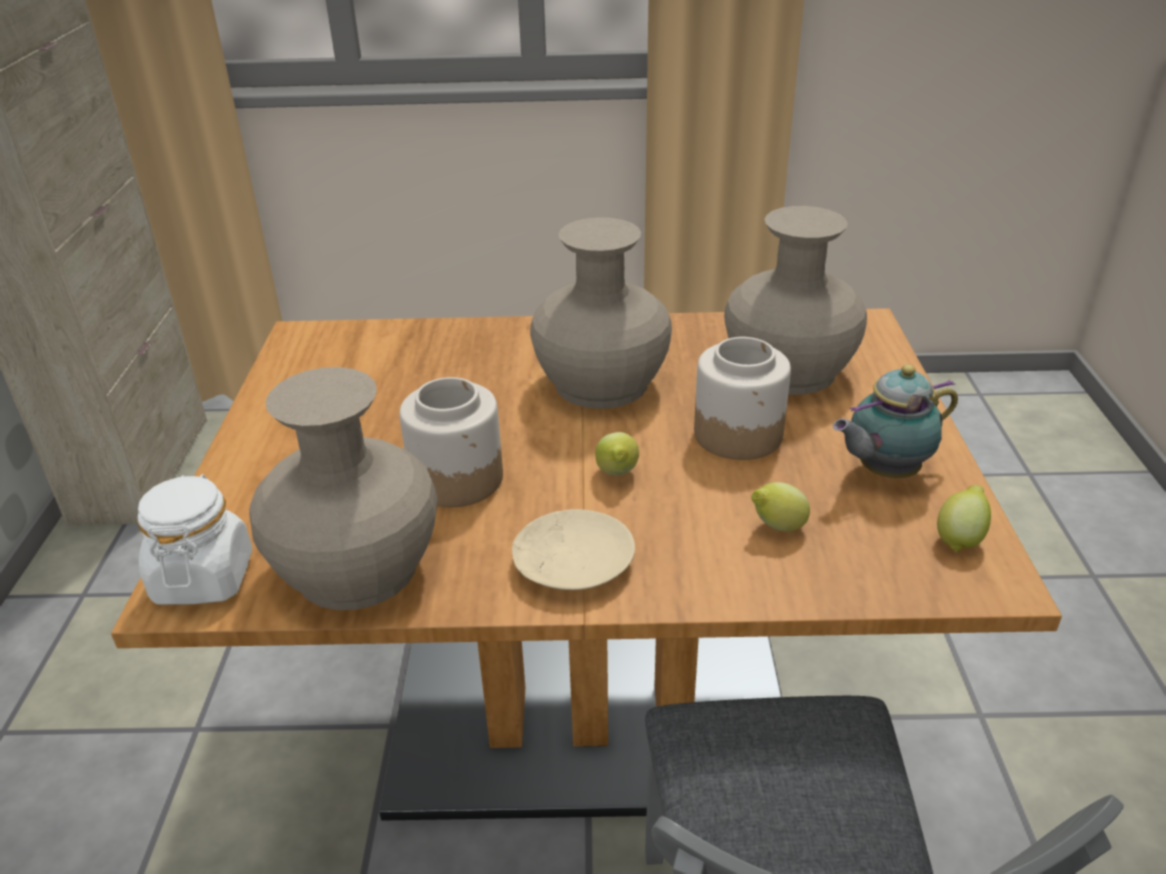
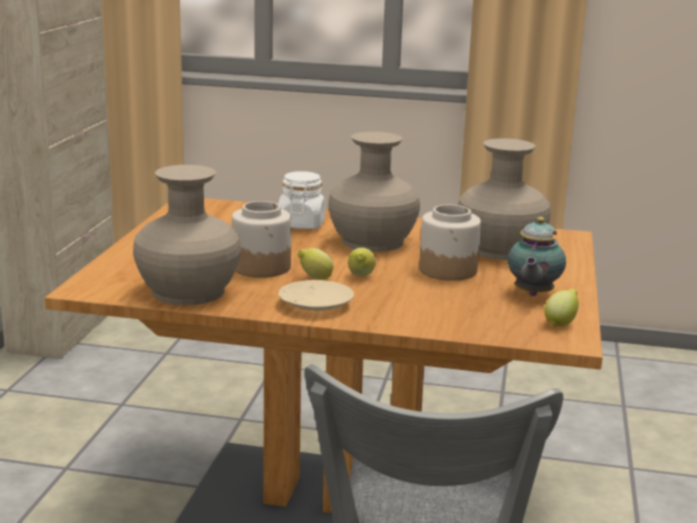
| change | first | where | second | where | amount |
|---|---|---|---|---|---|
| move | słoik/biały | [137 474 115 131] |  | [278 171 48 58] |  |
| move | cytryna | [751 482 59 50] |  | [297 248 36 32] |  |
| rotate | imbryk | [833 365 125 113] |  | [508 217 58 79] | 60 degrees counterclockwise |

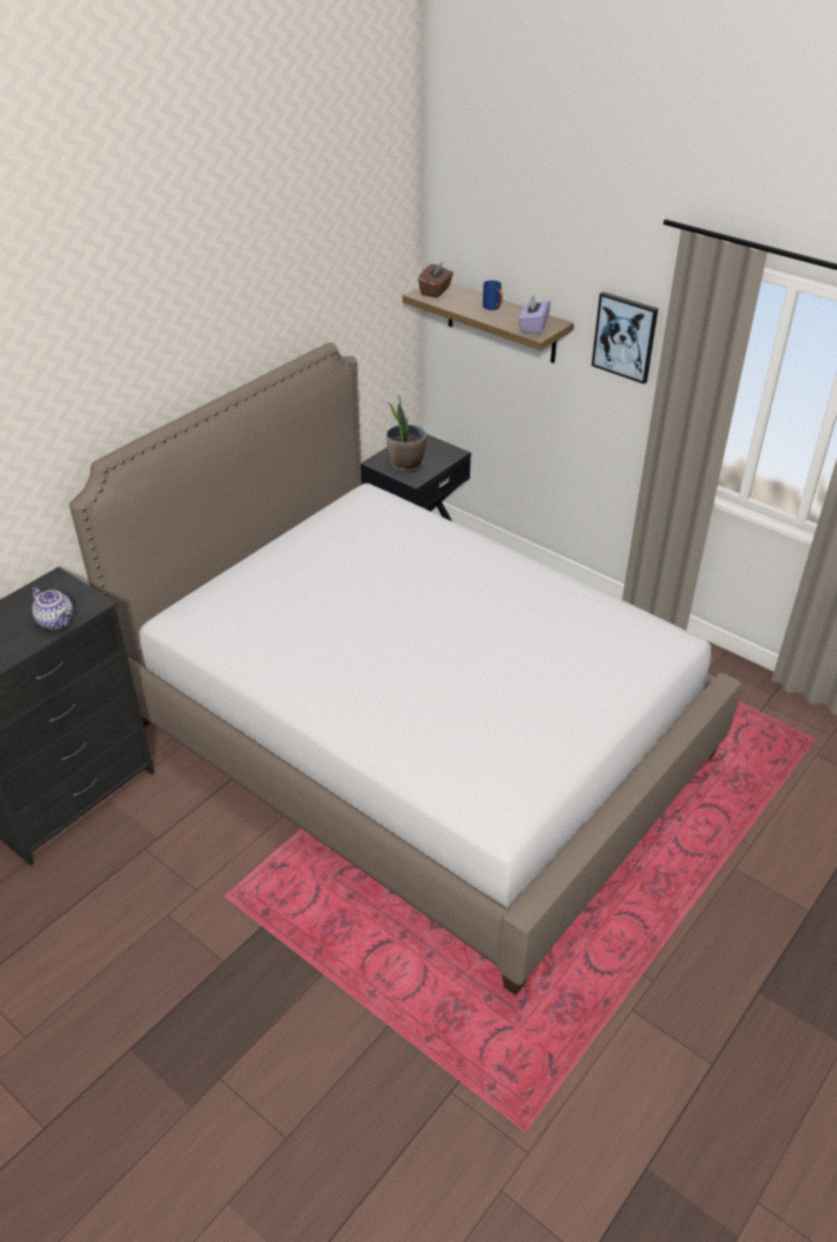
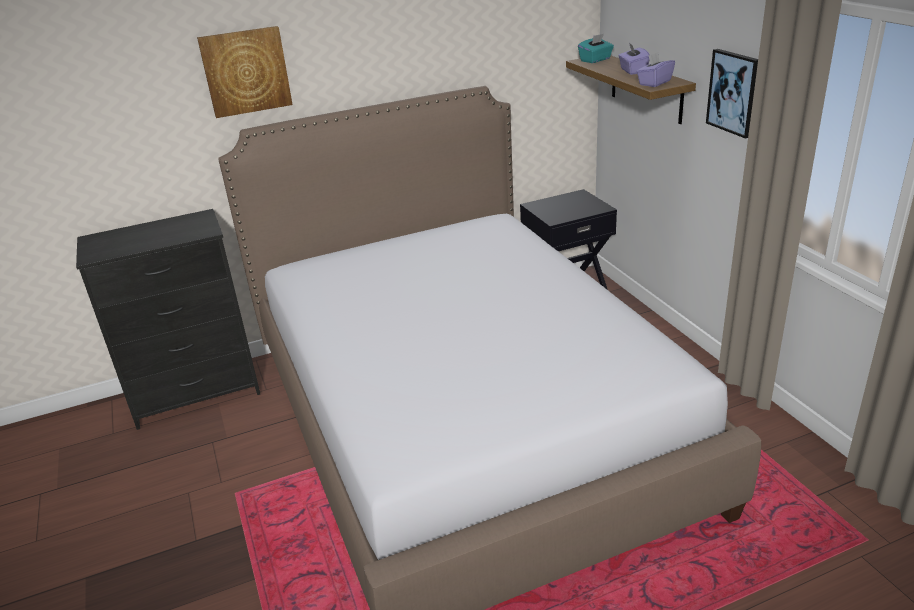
| change | first | where | second | where | amount |
|---|---|---|---|---|---|
| delete | imbryk | [32 587 41 42] |  |  |  |
| delete | roślina doniczkowa | [386 394 41 78] |  |  |  |
| insert |  |  | obraz | [197 26 96 92] |  |
| replace | kubek/niebieski | [483 280 20 30] | pudełko chusteczek/fioletowy | [618 43 32 32] |  |
| recolor | pudełko chusteczek/brązowy | [418 262 35 36] | pudełko chusteczek/turkusowy | [578 34 36 29] |  |

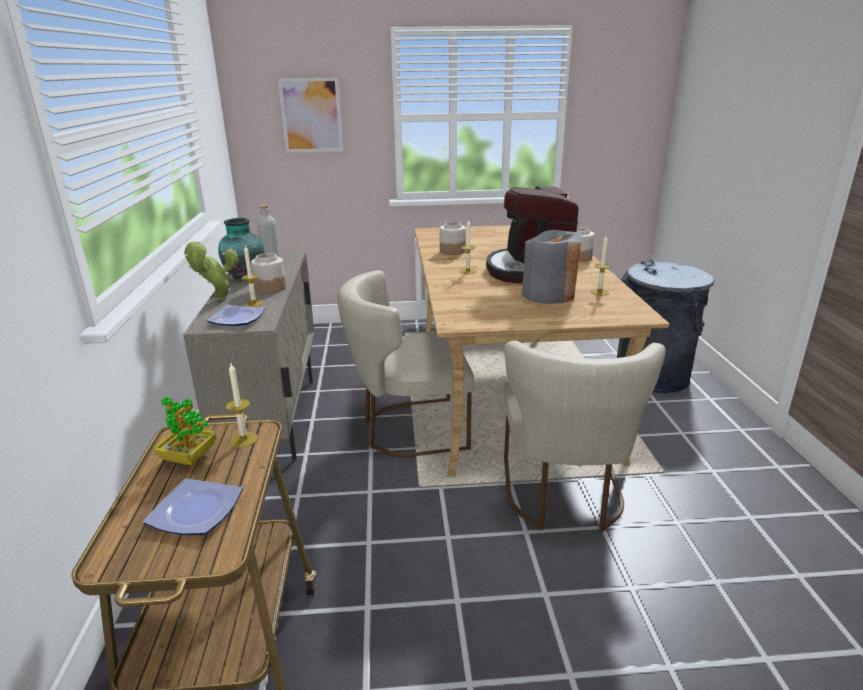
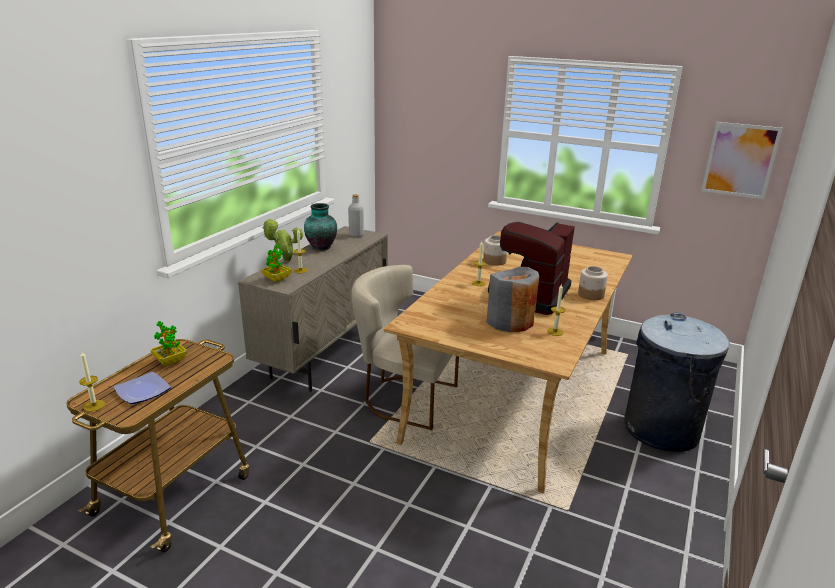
| change | first | where | second | where | amount |
|---|---|---|---|---|---|
| delete | słoik | [251 253 35 40] |  |  |  |
| delete | krzesło/beżowy | [504 341 162 191] |  |  |  |
| move | świeca | [226 363 32 85] |  | [79 351 26 61] |  |
| move | obraz | [278 78 65 75] |  | [701 122 82 77] |  |
| replace | talerz | [207 305 59 21] | roślina doniczkowa | [262 244 30 38] |  |

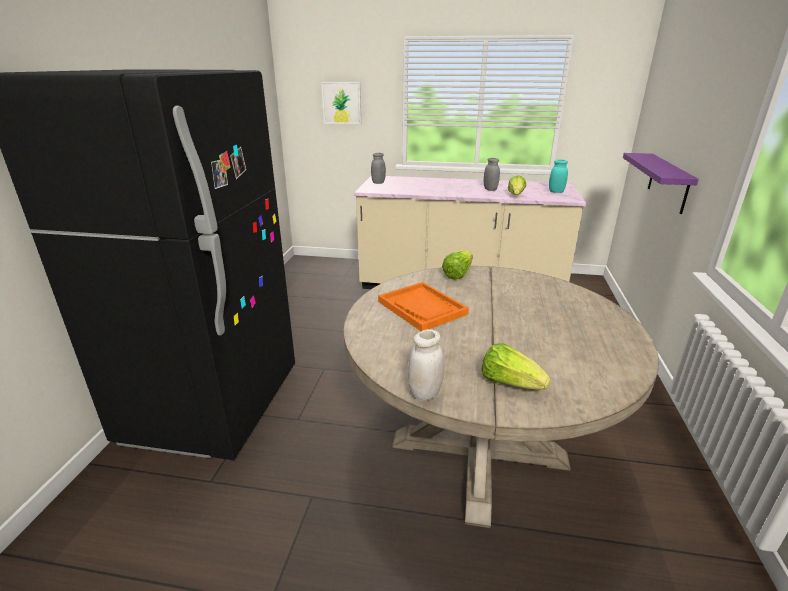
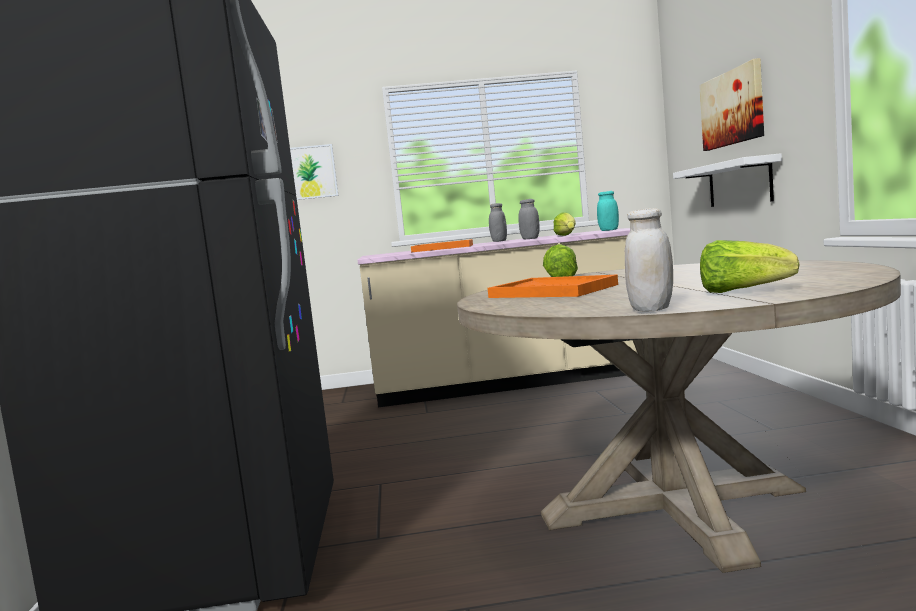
| change | first | where | second | where | amount |
|---|---|---|---|---|---|
| insert |  |  | taca/pomarańczowy | [411 239 62 13] |  |
| insert |  |  | obraz | [699 58 65 93] |  |
| move | słoik/szary | [371 153 15 31] |  | [489 203 18 39] |  |
| recolor | półka/fioletowy | [623 153 76 61] | półka/biały | [673 153 109 54] |  |

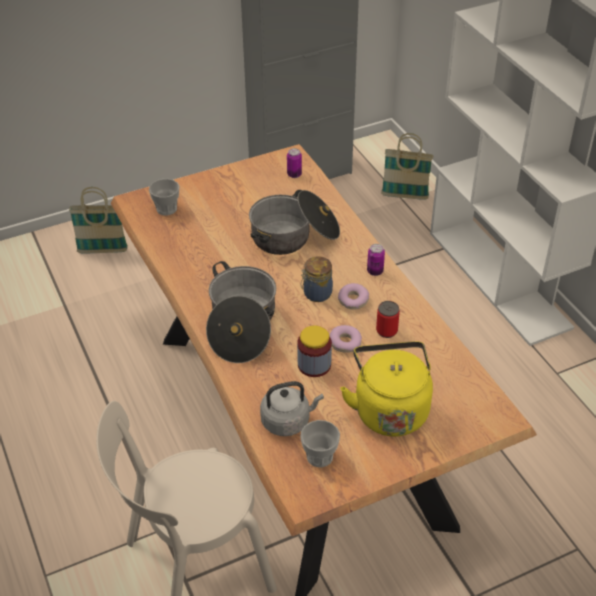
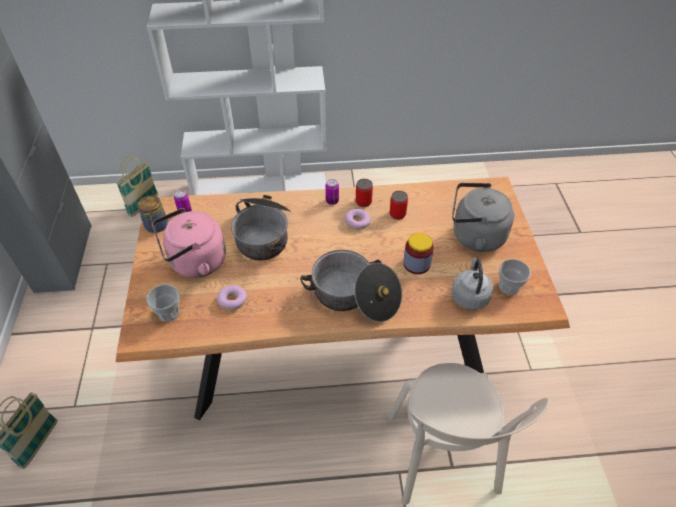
| change | first | where | second | where | amount |
|---|---|---|---|---|---|
| insert |  |  | czajnik/różowy | [152 208 74 70] |  |
| insert |  |  | puszka | [356 179 17 28] |  |
| move | słoik | [301 256 32 46] |  | [138 195 30 38] |  |
| move | donut | [330 325 32 28] |  | [217 285 30 25] |  |
| recolor | czajnik/żółty | [340 341 93 96] | czajnik/szary | [452 183 62 69] |  |

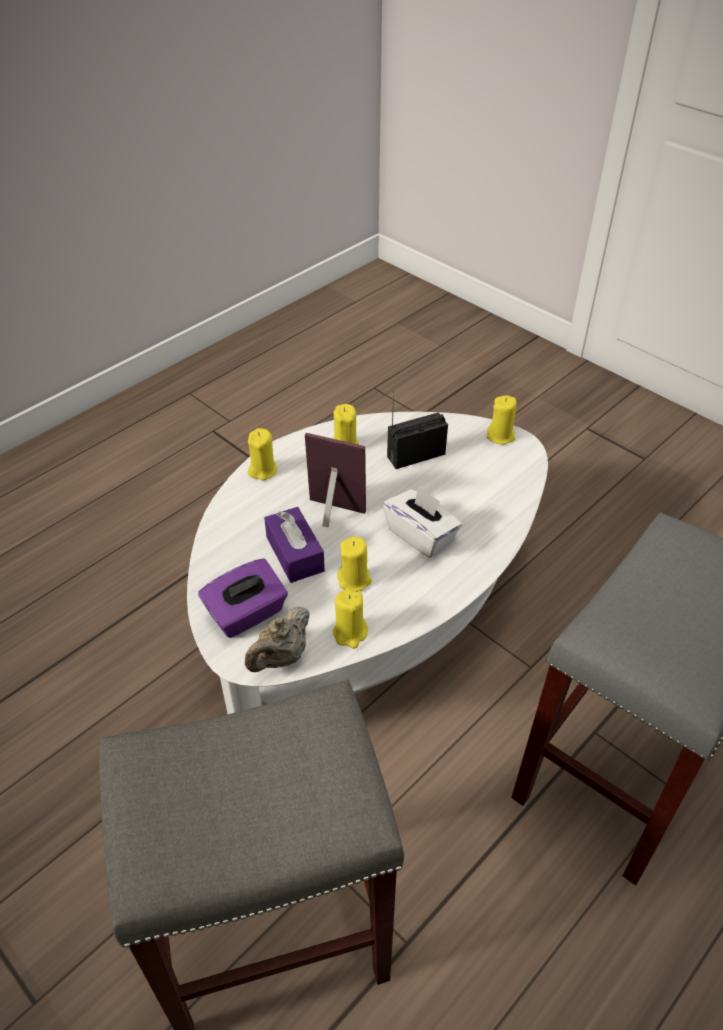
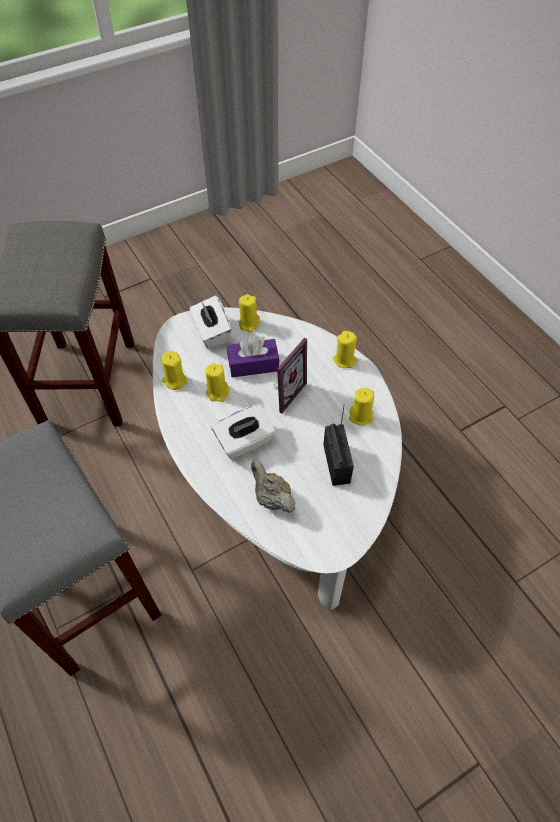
| change | first | where | second | where | amount |
|---|---|---|---|---|---|
| move | imbryk/beżowy | [245 606 65 66] |  | [251 459 44 54] |  |
| move | świeca/żółty | [487 395 30 49] |  | [238 294 22 39] |  |
| recolor | pudełko chusteczek/fioletowy | [198 558 90 80] | pudełko chusteczek/biały | [190 296 42 53] |  |

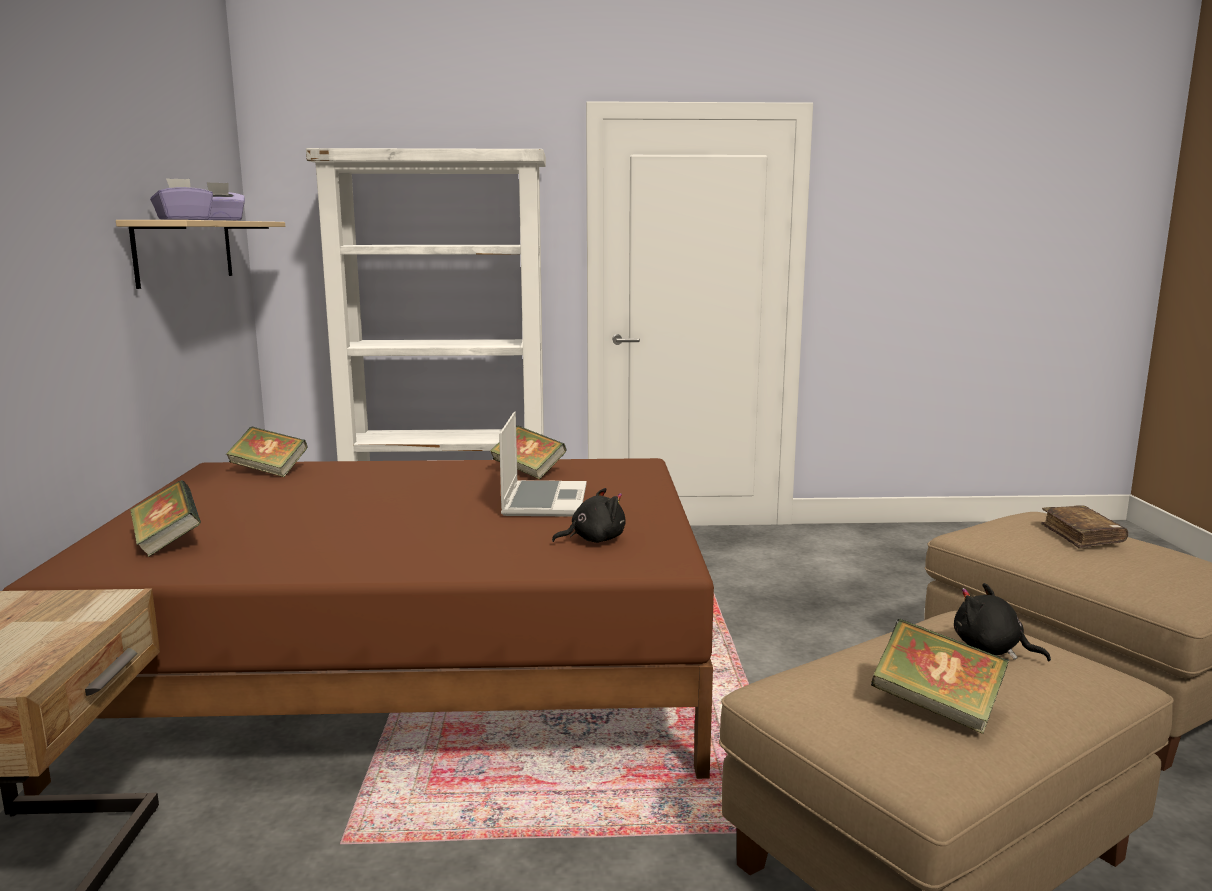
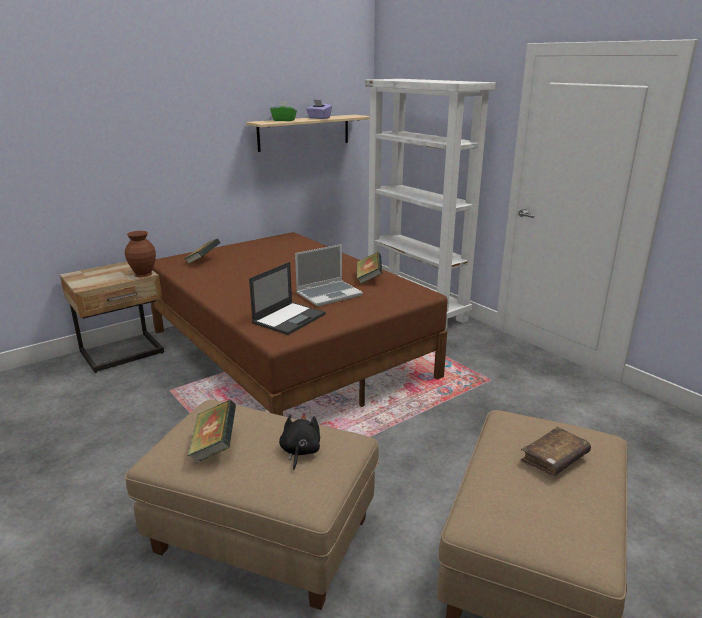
| change | first | where | second | where | amount |
|---|---|---|---|---|---|
| delete | książka | [226 427 82 50] |  |  |  |
| insert |  |  | wazon/brązowy | [125 231 31 46] |  |
| replace | pluszak/czarny | [552 488 73 55] | laptop | [249 262 77 73] |  |
| recolor | pudełko chusteczek/fioletowy | [150 178 63 42] | pudełko chusteczek/zielony | [270 101 27 20] |  |

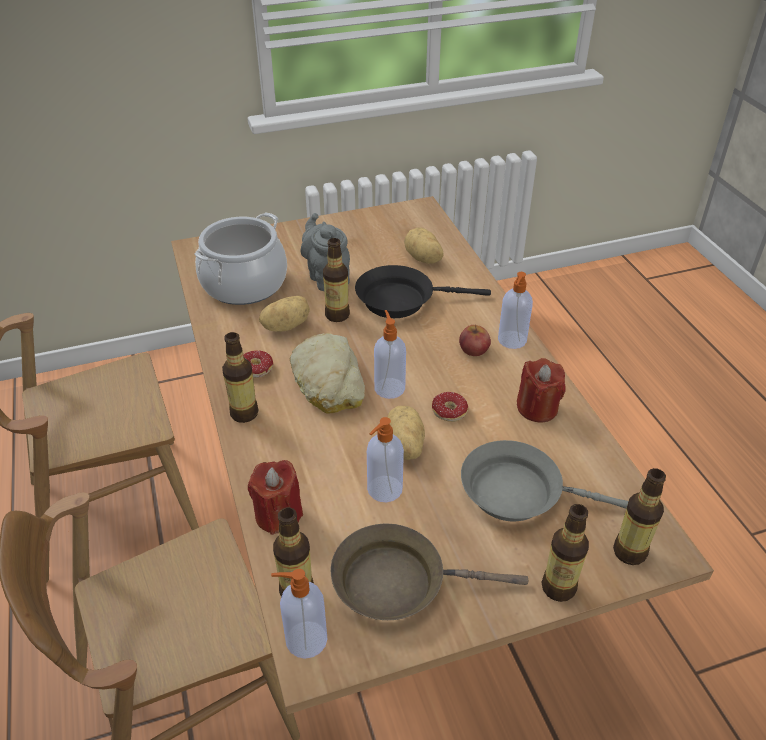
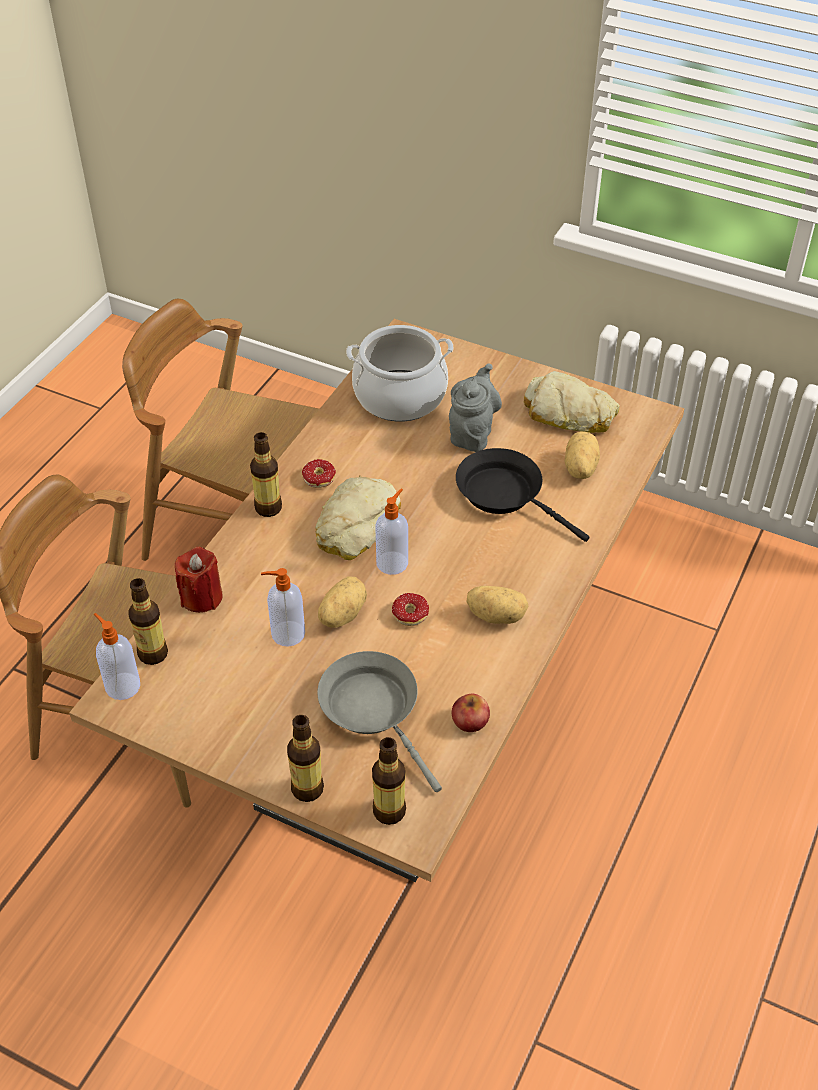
| change | first | where | second | where | amount |
|---|---|---|---|---|---|
| delete | butelka | [323 238 27 84] |  |  |  |
| delete | patelnia/brązowy | [331 524 197 96] |  |  |  |
| delete | dozownik mydła | [498 272 35 77] |  |  |  |
| delete | świeca/czerwony | [517 358 49 64] |  |  |  |
| insert |  |  | chleb | [524 371 96 62] |  |
| move | ziemniak | [259 296 51 36] |  | [467 586 61 38] |  |
| move | jabłko | [459 325 32 31] |  | [452 694 38 38] |  |

